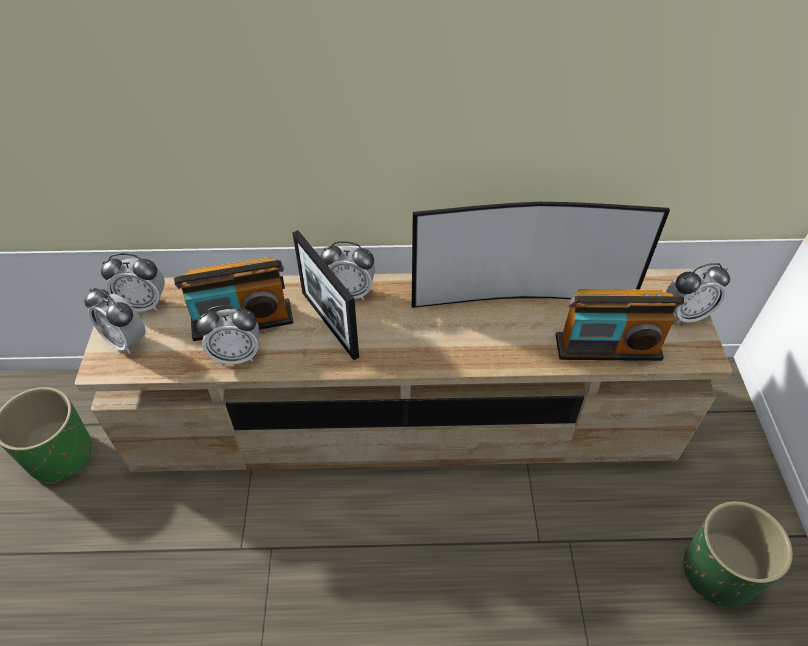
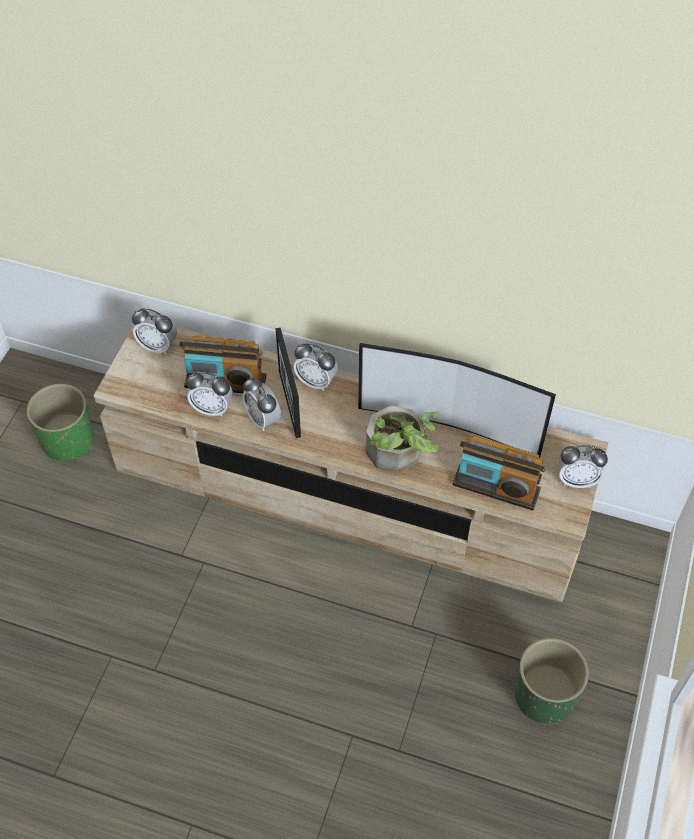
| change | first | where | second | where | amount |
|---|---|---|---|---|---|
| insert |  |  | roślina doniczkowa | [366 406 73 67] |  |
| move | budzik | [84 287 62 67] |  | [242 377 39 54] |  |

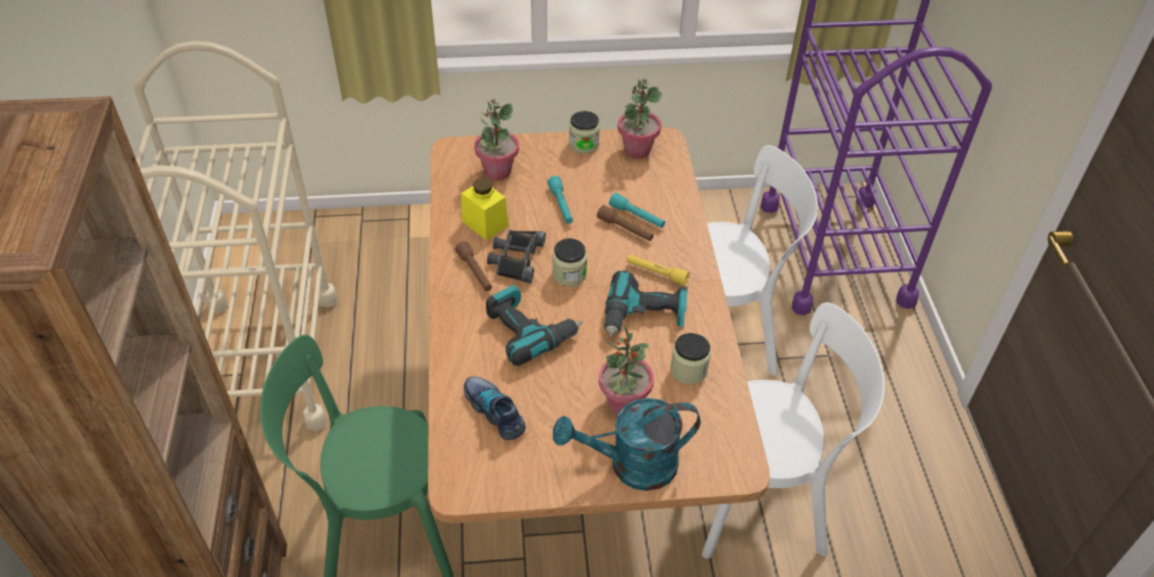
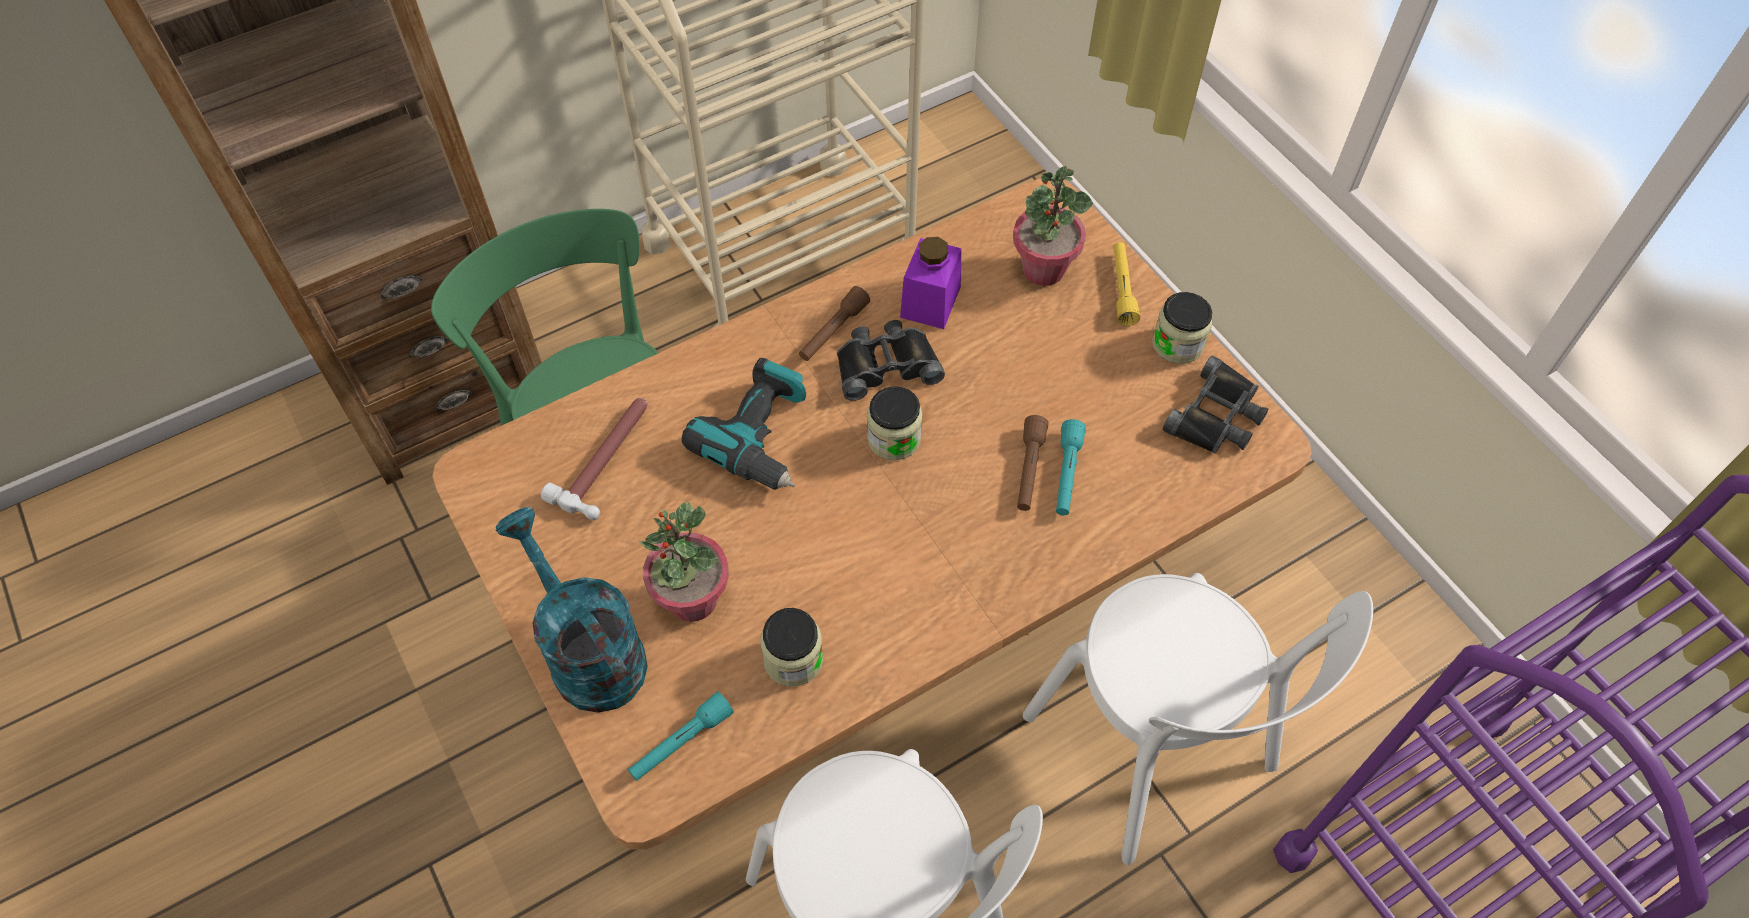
| change | first | where | second | where | amount |
|---|---|---|---|---|---|
| delete | wiertarka | [604 270 84 67] |  |  |  |
| move | latarka/turkusowy | [547 176 26 48] |  | [628 692 106 89] |  |
| move | latarka/żółty | [626 254 64 32] |  | [1113 242 27 84] |  |
| replace | but | [464 376 62 64] | młotek | [541 398 106 122] |  |
| replace | roślina doniczkowa | [618 79 44 80] | lornetka/czarny | [1163 356 105 98] |  |
| recolor | słoik/żółty | [461 178 48 62] | słoik/fioletowy | [900 237 62 92] |  |

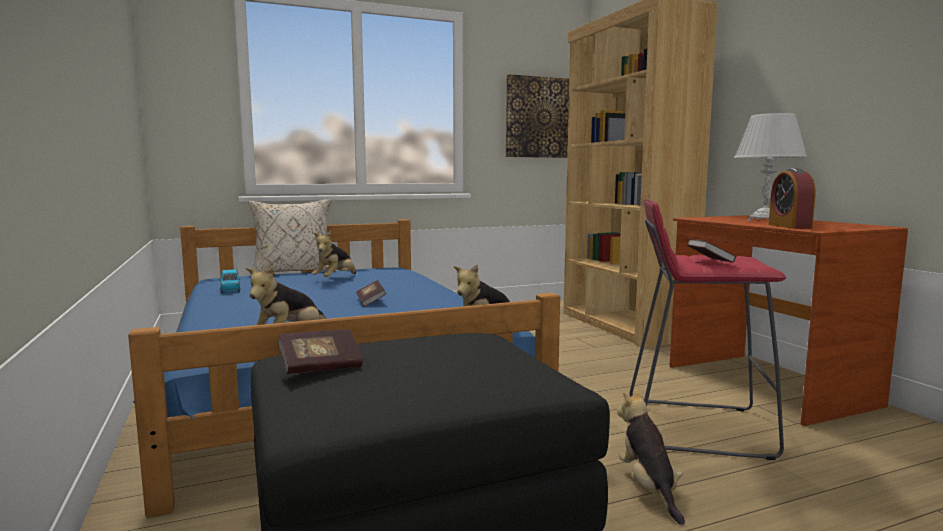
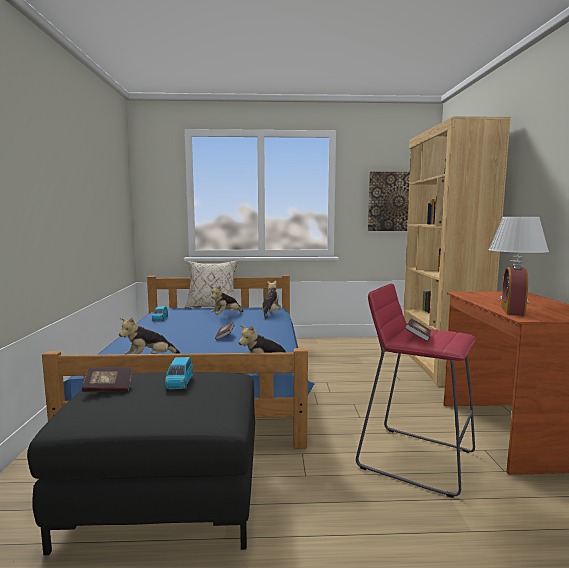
| change | first | where | second | where | amount |
|---|---|---|---|---|---|
| insert |  |  | samochodzik/niebieski | [165 357 28 32] |  |
| move | pluszak | [617 388 68 137] |  | [261 280 20 39] |  |

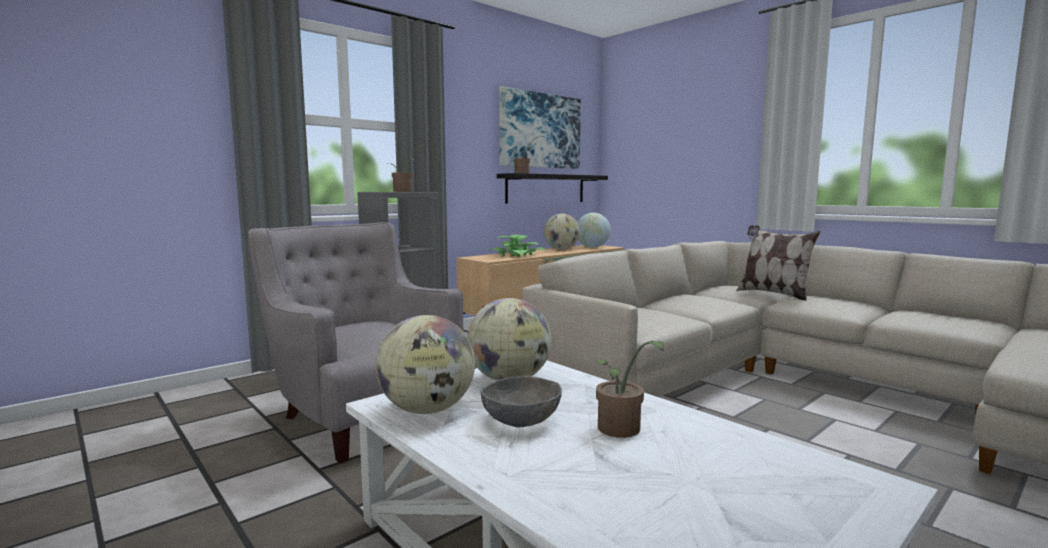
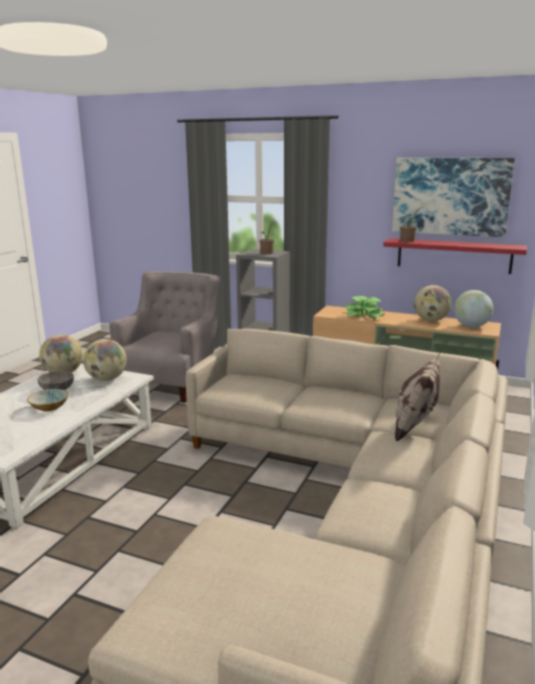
| change | first | where | second | where | amount |
|---|---|---|---|---|---|
| replace | roślina doniczkowa | [596 341 68 97] | miska | [27 389 42 22] |  |
| recolor | półka/czarny | [497 173 111 31] | półka/czerwony | [383 238 144 36] |  |

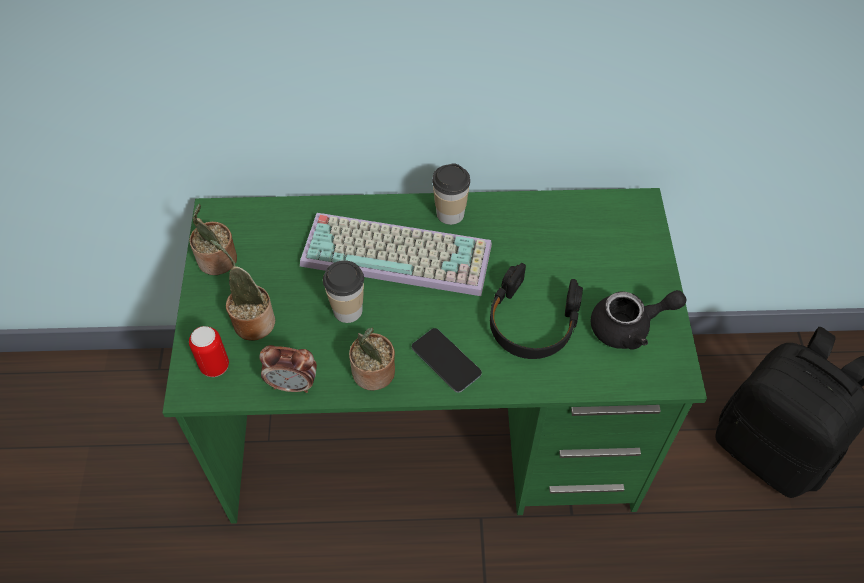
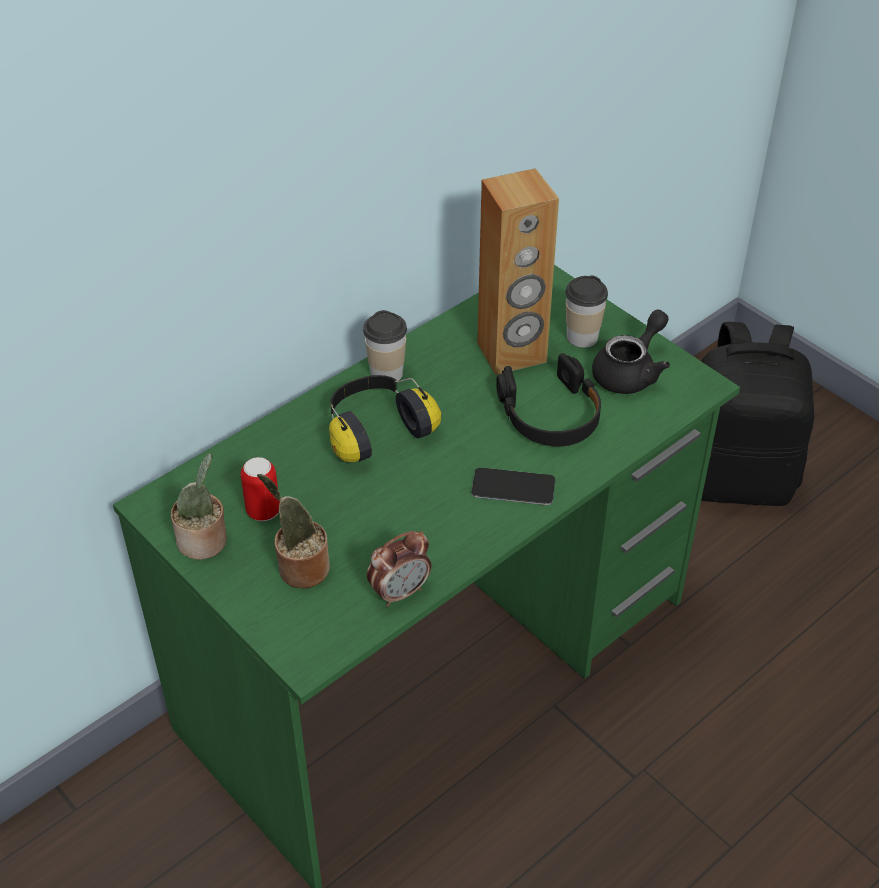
| change | first | where | second | where | amount |
|---|---|---|---|---|---|
| delete | roślina doniczkowa | [349 327 46 64] |  |  |  |
| insert |  |  | głośnik/brązowy | [477 168 82 207] |  |
| move | puszka | [189 326 40 51] |  | [240 457 40 64] |  |
| move | filiżanka | [323 260 41 63] |  | [565 275 43 73] |  |
| replace | klawiatura | [300 213 192 83] | słuchawki | [329 375 112 87] |  |

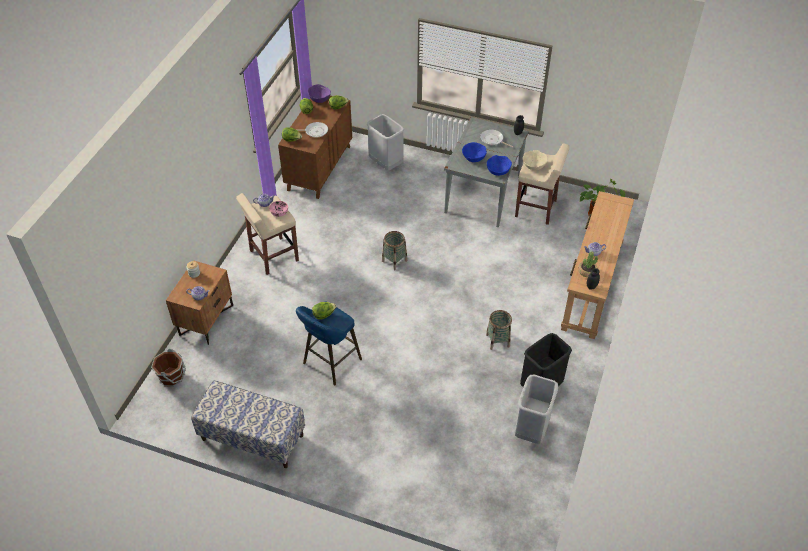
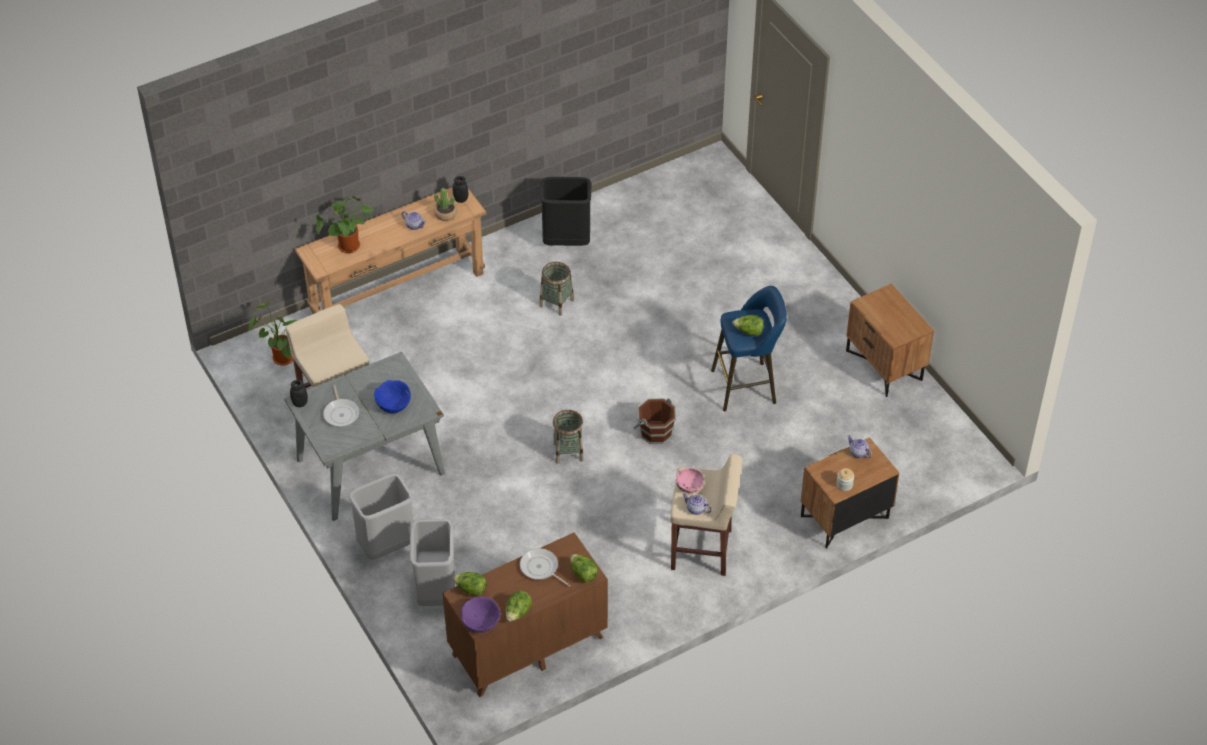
| change | first | where | second | where | amount |
|---|---|---|---|---|---|
| delete | miska/niebieski | [487 155 25 21] |  |  |  |
| delete | miska/beżowy | [523 150 25 20] |  |  |  |
| insert |  |  | roślina doniczkowa | [316 197 58 56] |  |
| move | wiadro/brązowy | [151 349 35 38] |  | [634 398 42 46] |  |
| move | kosz na śmieci/szary | [515 375 43 69] |  | [349 474 65 86] |  |
| replace | ławka | [191 381 114 87] | szafka nocna/brązowy | [846 284 88 113] |  |

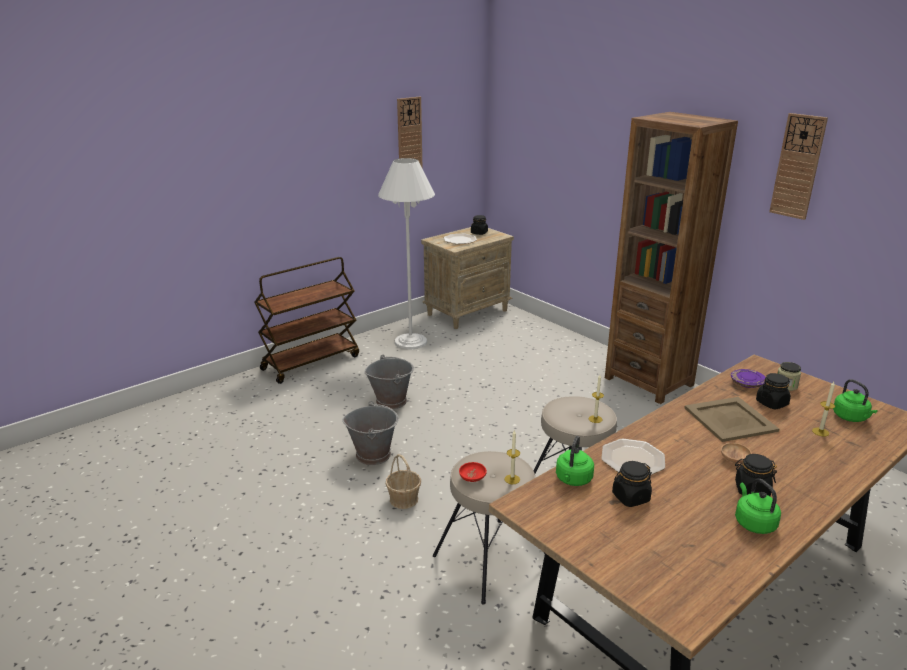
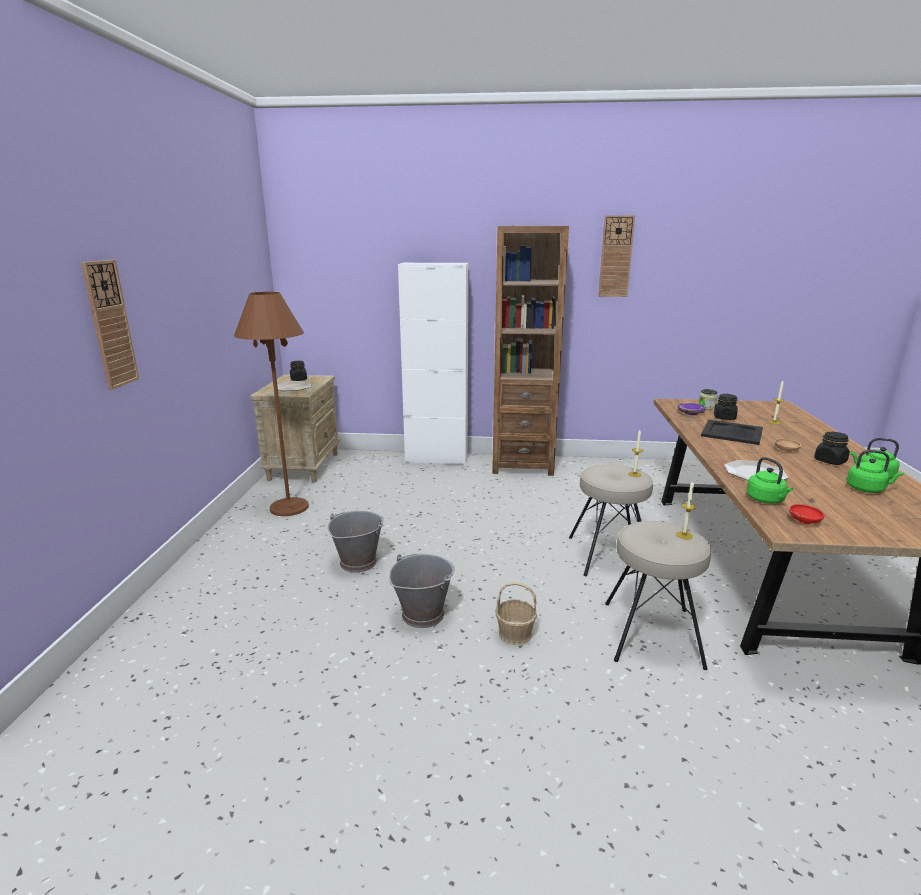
| change | first | where | second | where | amount |
|---|---|---|---|---|---|
| delete | wózek/brązowy | [254 257 105 127] |  |  |  |
| delete | słoik/czarny | [612 461 40 46] |  |  |  |
| insert |  |  | szafka/biały | [398 263 70 202] |  |
| move | zegar ścienny | [397 97 26 72] |  | [81 260 58 130] |  |
| move | miska/czerwony | [459 462 28 20] |  | [789 504 35 20] |  |
| move | czajnik/zielony | [833 379 45 43] |  | [847 450 57 43] |  |
| recolor | lampa stojąca/biały | [378 158 57 191] | lampa stojąca/brązowy | [234 292 75 224] |  |
| recolor | taca/beżowy | [685 397 94 45] | taca/czarny | [701 420 62 25] |  |

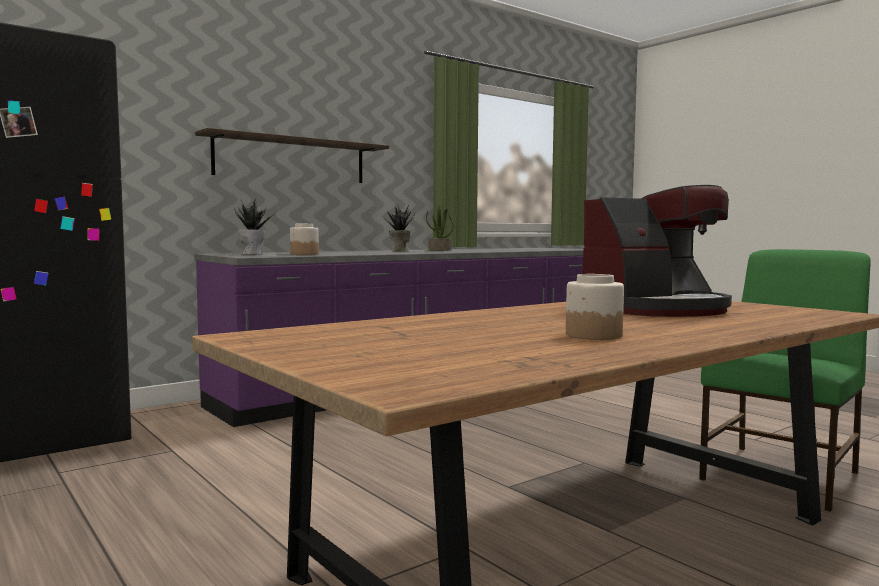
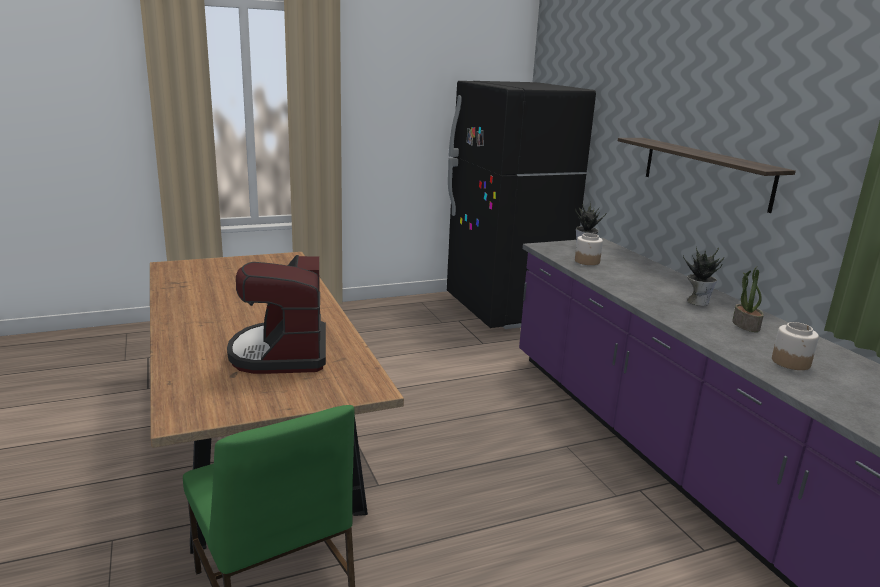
| change | first | where | second | where | amount |
|---|---|---|---|---|---|
| move | słoik | [566 274 58 66] |  | [772 322 47 48] |  |

